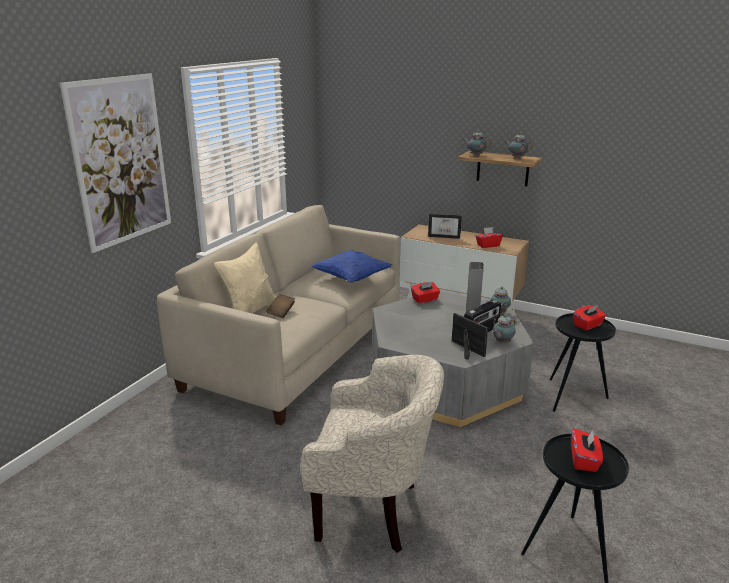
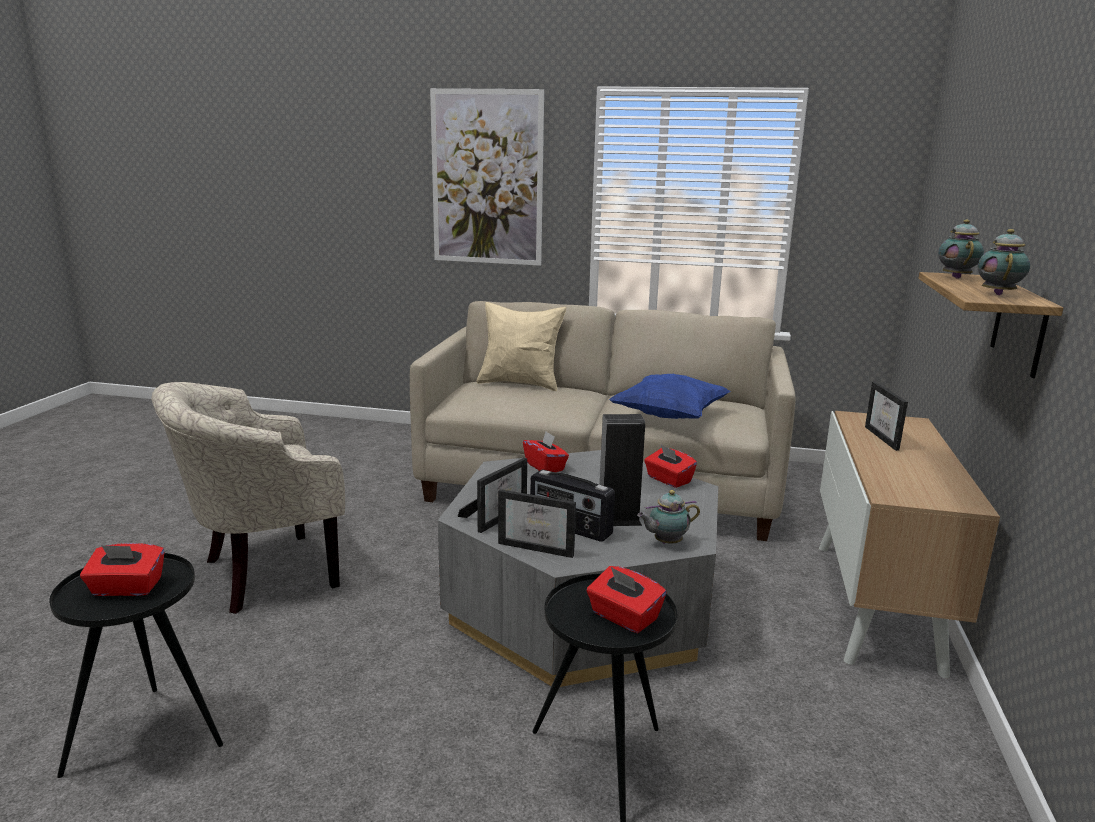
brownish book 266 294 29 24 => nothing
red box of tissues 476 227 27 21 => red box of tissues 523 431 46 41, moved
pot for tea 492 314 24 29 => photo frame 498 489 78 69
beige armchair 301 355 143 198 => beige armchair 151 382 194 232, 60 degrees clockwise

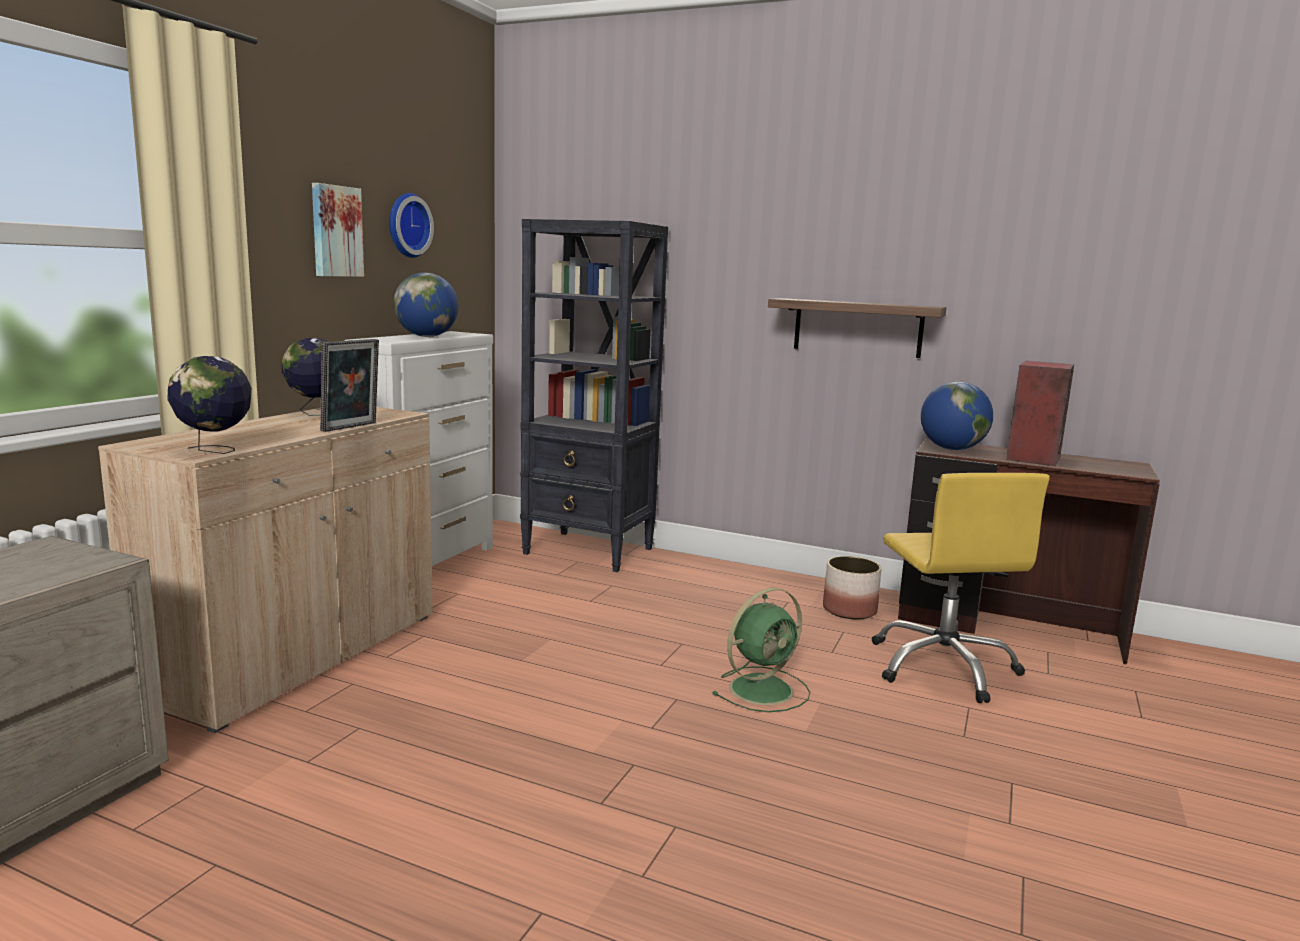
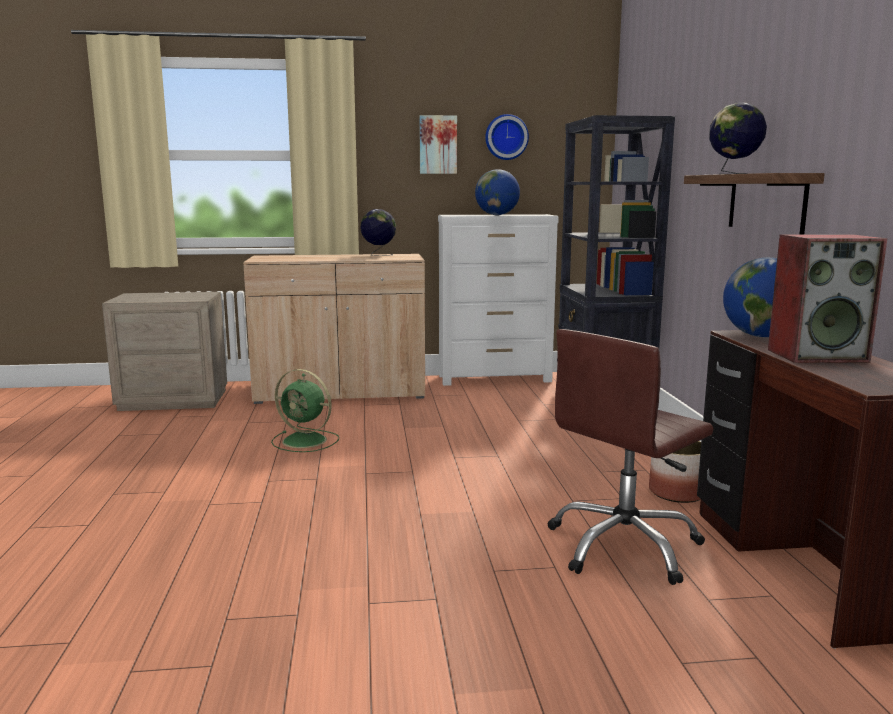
photo frame 320 339 59 93 => nothing
globe 167 356 85 98 => globe 709 102 58 72, moved
greenish fan 712 588 98 124 => greenish fan 271 369 68 83, moved
yellow-coloured office chair 872 473 178 230 => brownish office chair 548 329 166 256

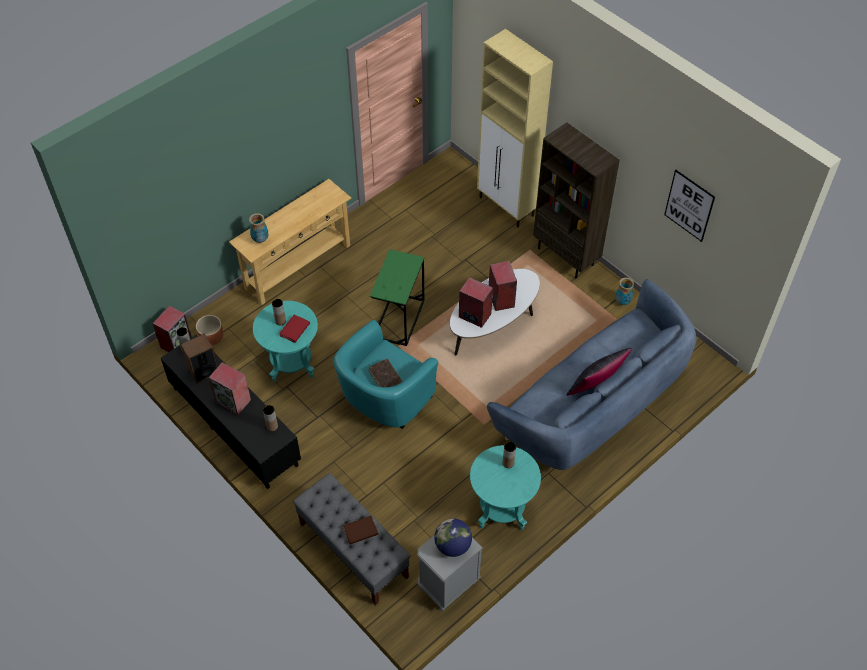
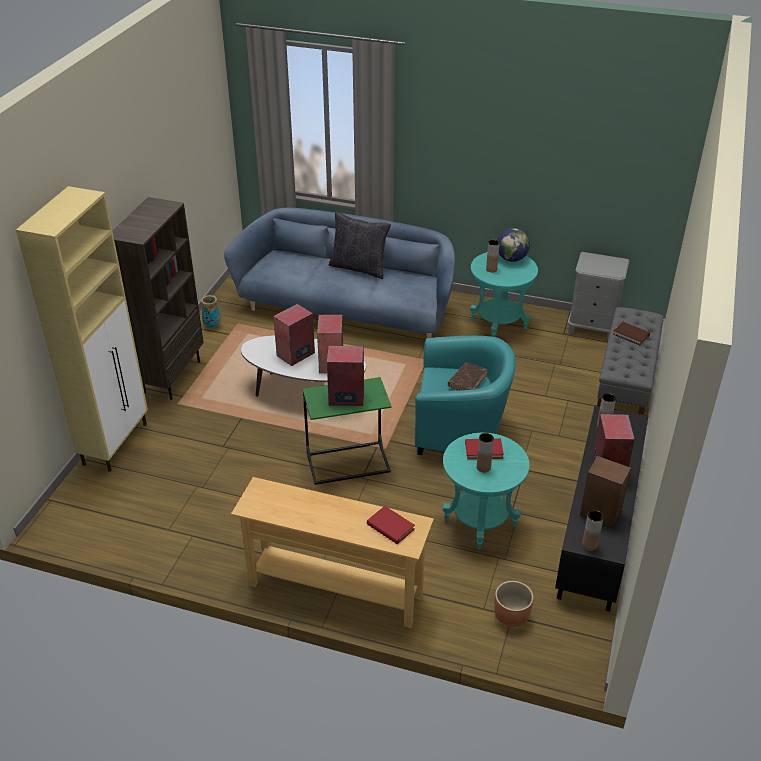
picture 664 170 51 72 => nothing
loudspeaker 153 305 39 47 => loudspeaker 327 346 37 60, moved
globe 434 518 38 39 => globe 497 228 33 34, moved
vase 249 213 20 30 => red book 367 506 48 38

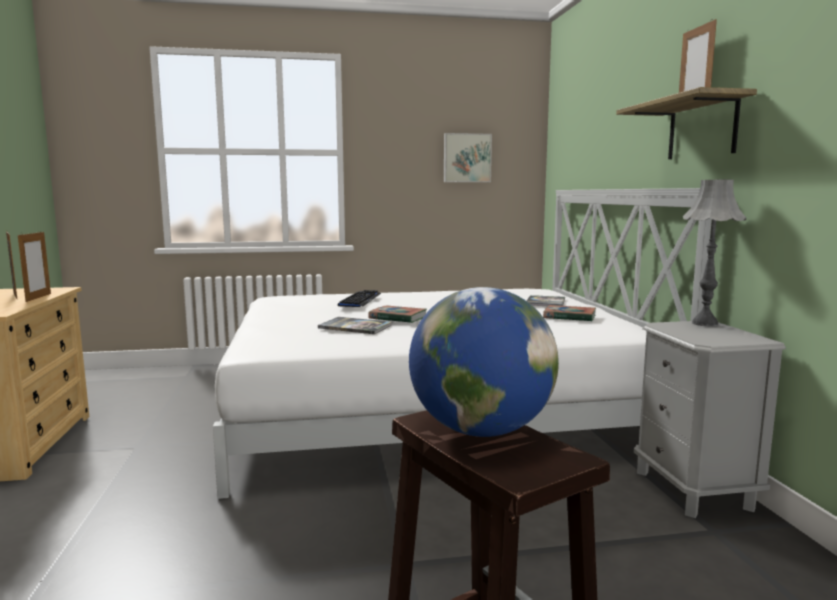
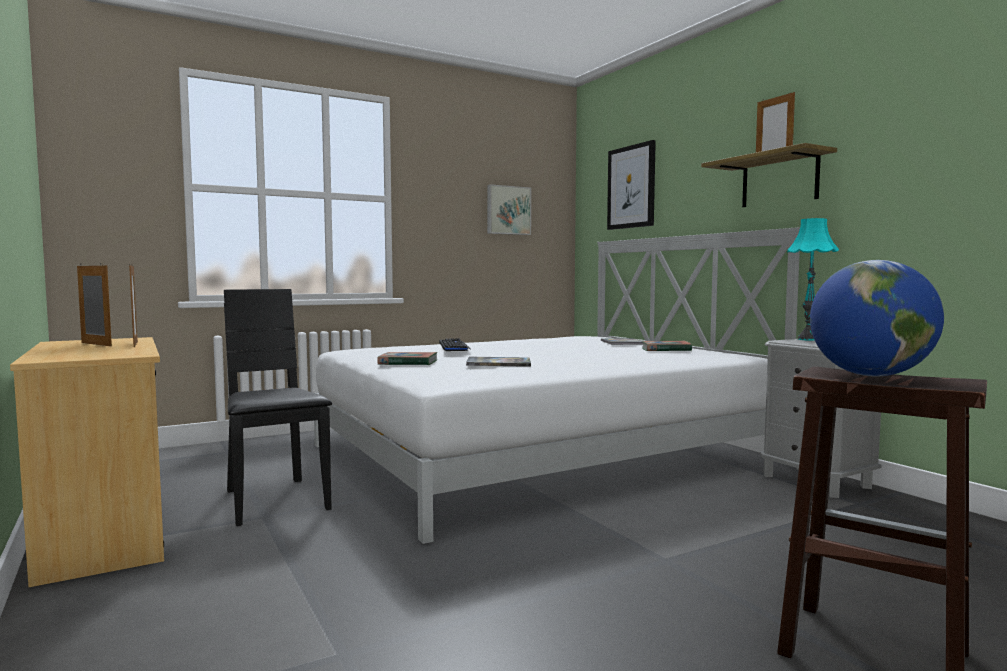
nothing => black-coloured plain chair 224 289 108 237
nothing => picture 607 140 49 90
book 368 305 59 18 => book 377 352 60 13, moved
grey tabletop lamp 683 180 63 147 => blue-green tabletop lamp 787 218 52 123

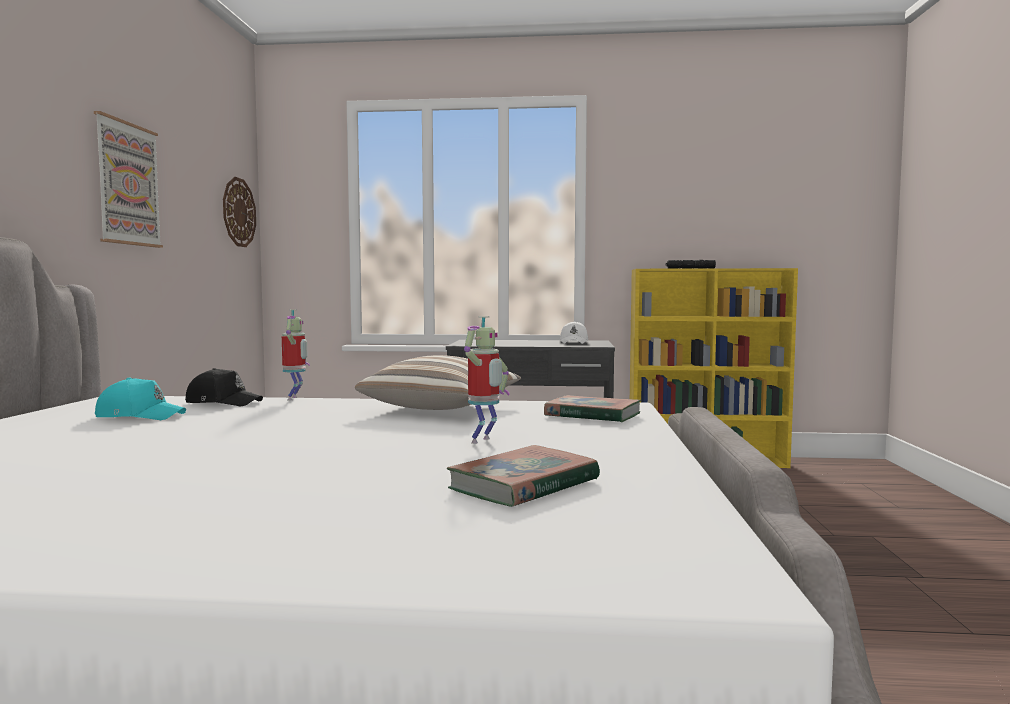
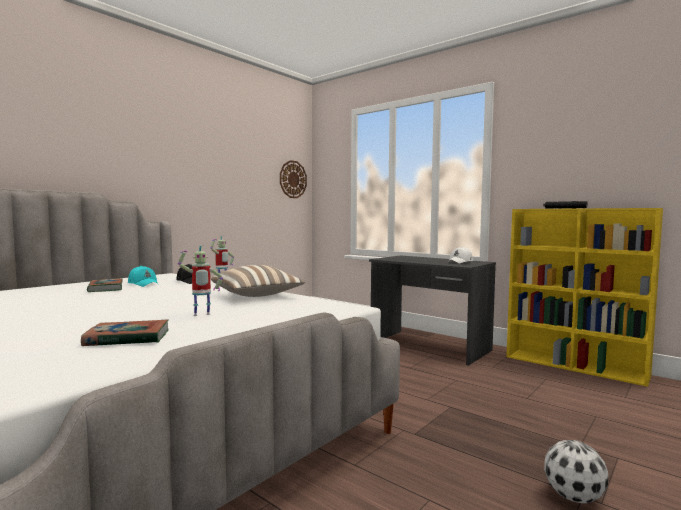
picture 94 111 69 137 => nothing
nothing => ball for football 544 440 64 63
book 544 395 97 28 => book 87 279 36 13, moved

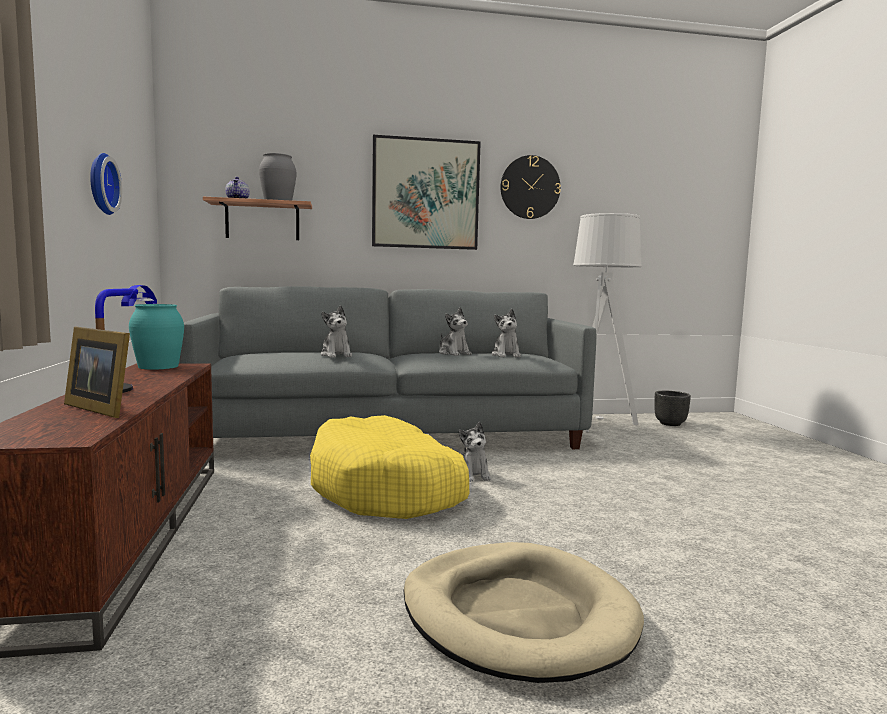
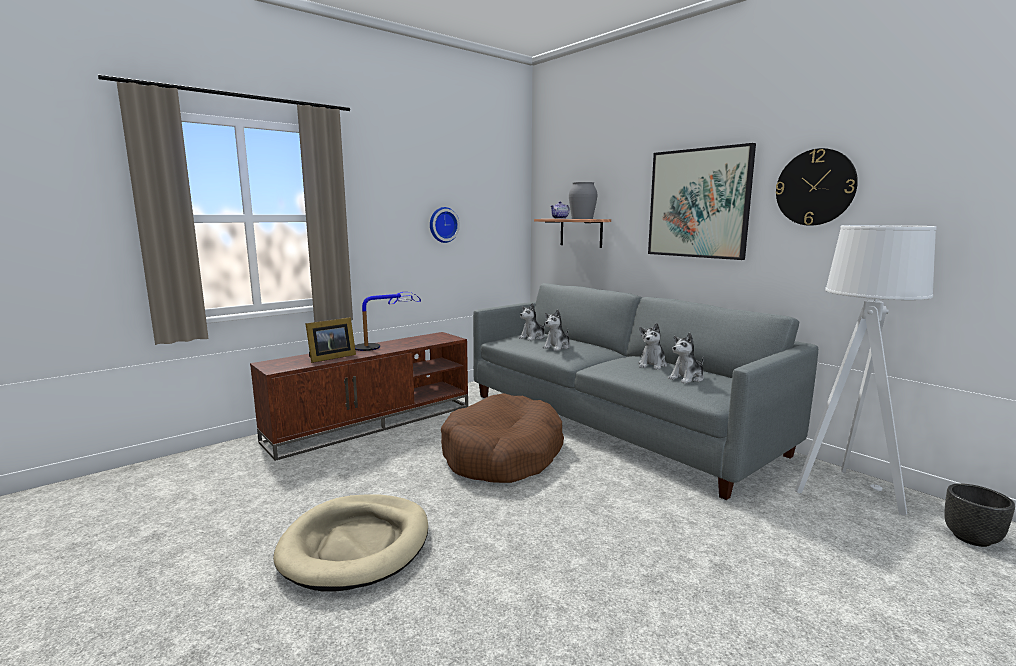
blue-green vase 129 304 55 66 => nothing
soft toy 458 422 33 60 => soft toy 519 303 26 38, moved
yellow-coloured pet bed 310 415 159 104 => brownish pet bed 441 393 123 90
photo frame 64 327 66 91 => photo frame 305 317 51 46, 135 degrees counterclockwise

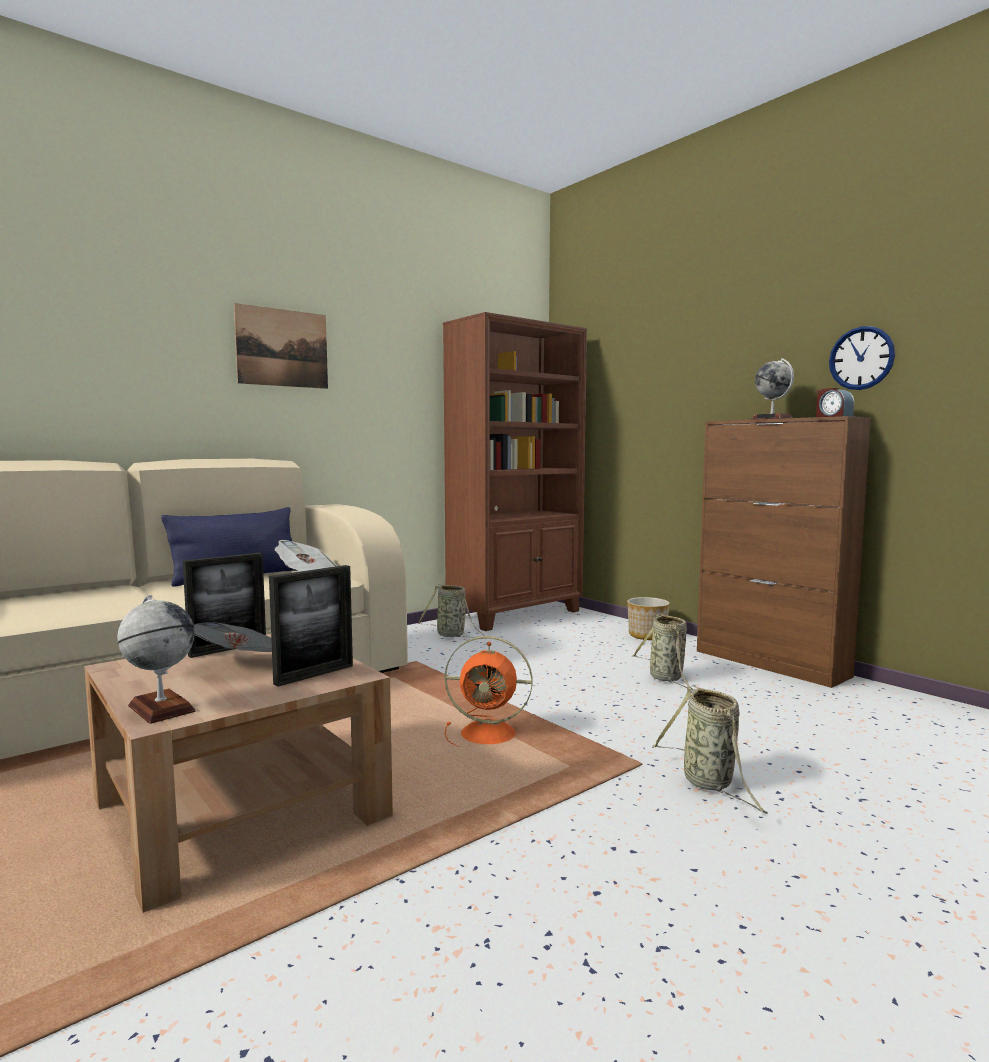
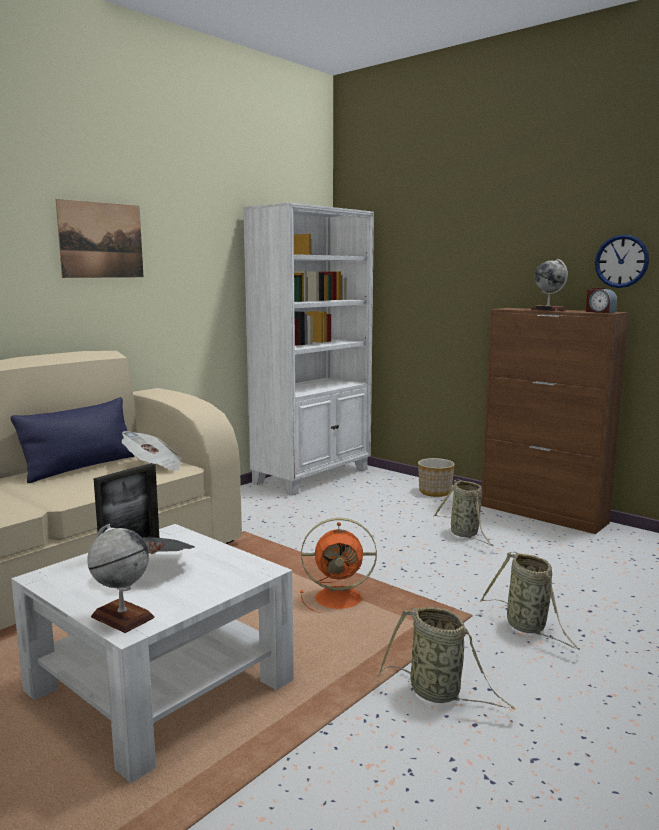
photo frame 269 565 84 122 => nothing
storage basket 418 584 66 54 => storage basket 378 607 137 102, moved
brownish low table 84 634 309 279 => white low table 11 524 283 259
brownish bookshelf 443 312 144 319 => white bookshelf 243 203 131 293

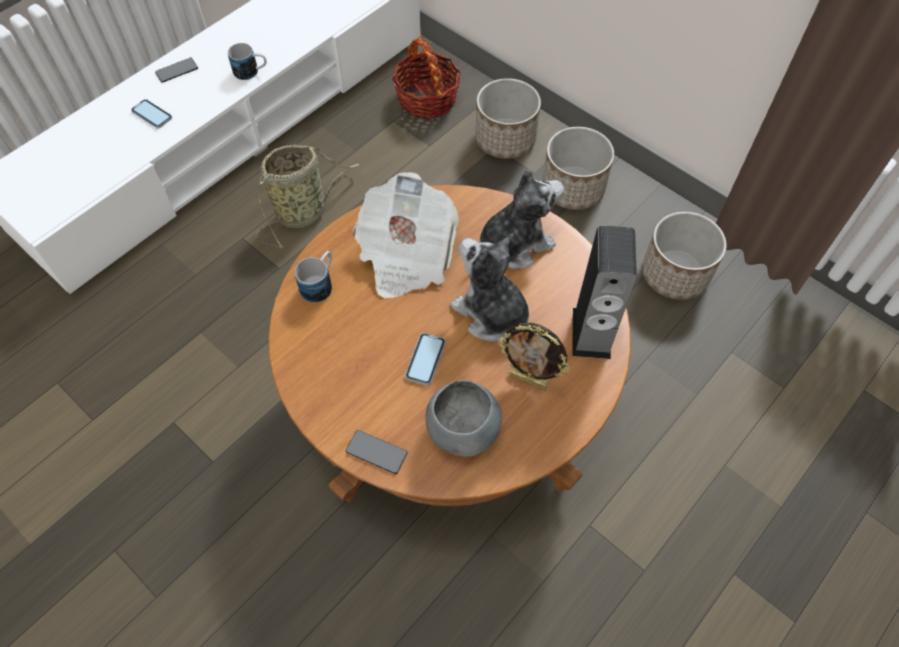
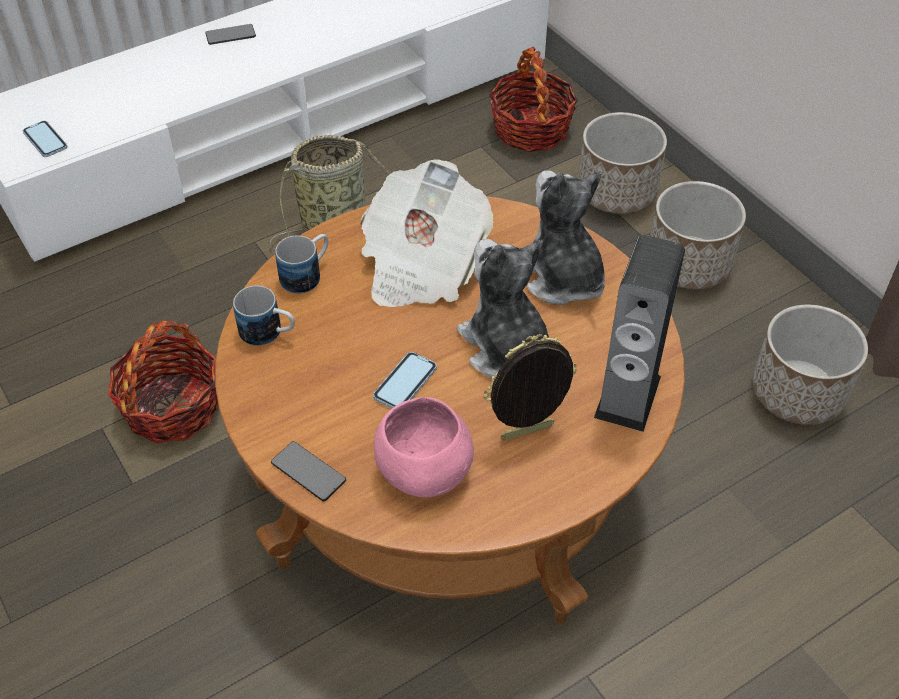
nothing => storage basket 108 320 110 124
phone 131 99 41 30 => phone 23 121 45 36, moved
tea mug 228 43 39 37 => tea mug 233 285 62 61, moved
grey serving bowl 425 380 77 76 => pinkish serving bowl 374 397 100 101
soft toy 479 169 85 100 => soft toy 527 170 78 135, 105 degrees counterclockwise
photo frame 498 323 72 68 => photo frame 484 334 93 107, 120 degrees clockwise

